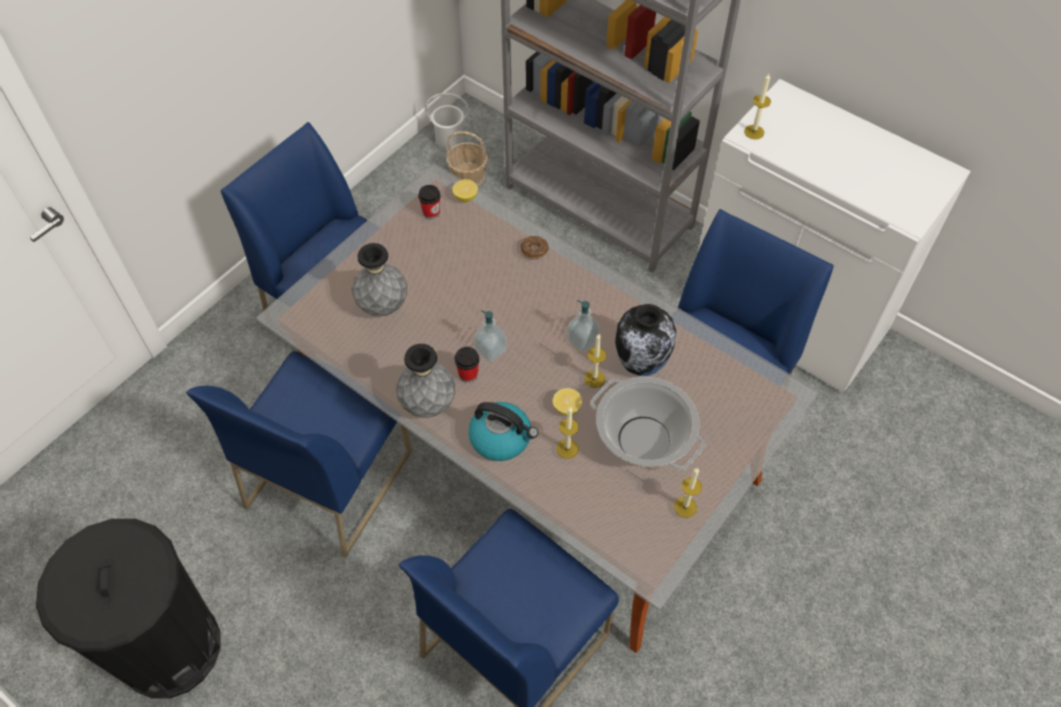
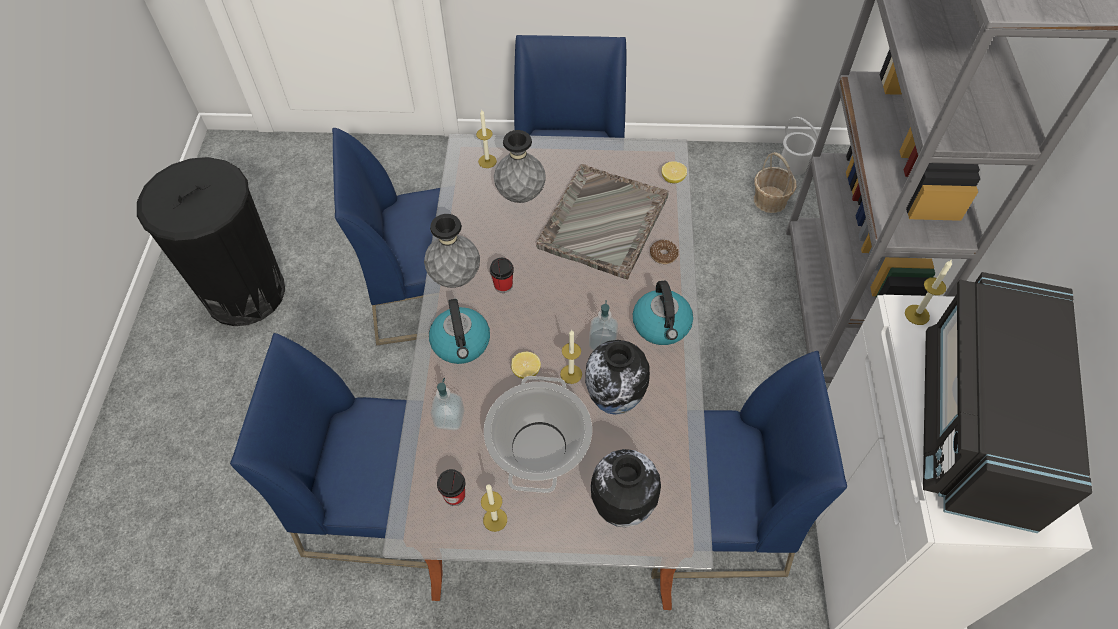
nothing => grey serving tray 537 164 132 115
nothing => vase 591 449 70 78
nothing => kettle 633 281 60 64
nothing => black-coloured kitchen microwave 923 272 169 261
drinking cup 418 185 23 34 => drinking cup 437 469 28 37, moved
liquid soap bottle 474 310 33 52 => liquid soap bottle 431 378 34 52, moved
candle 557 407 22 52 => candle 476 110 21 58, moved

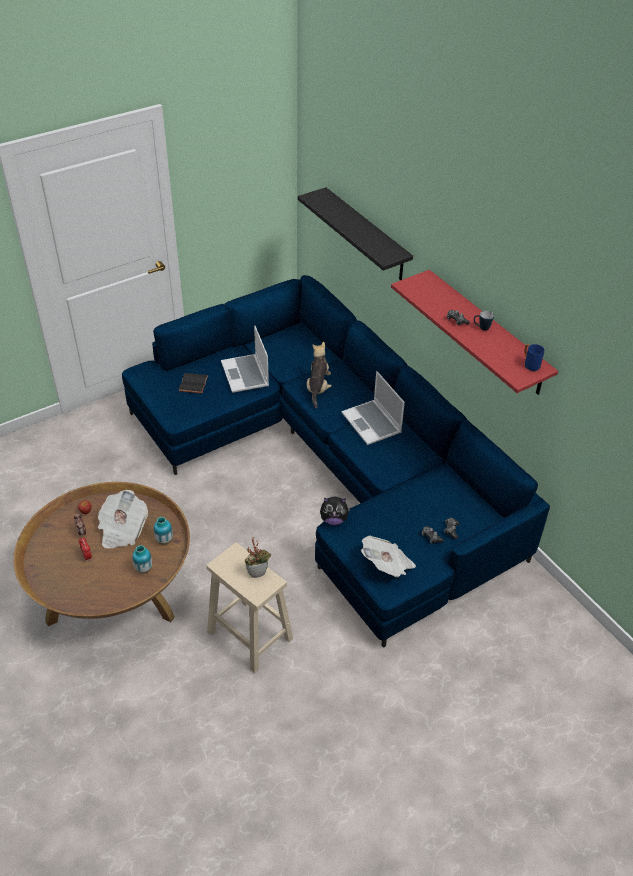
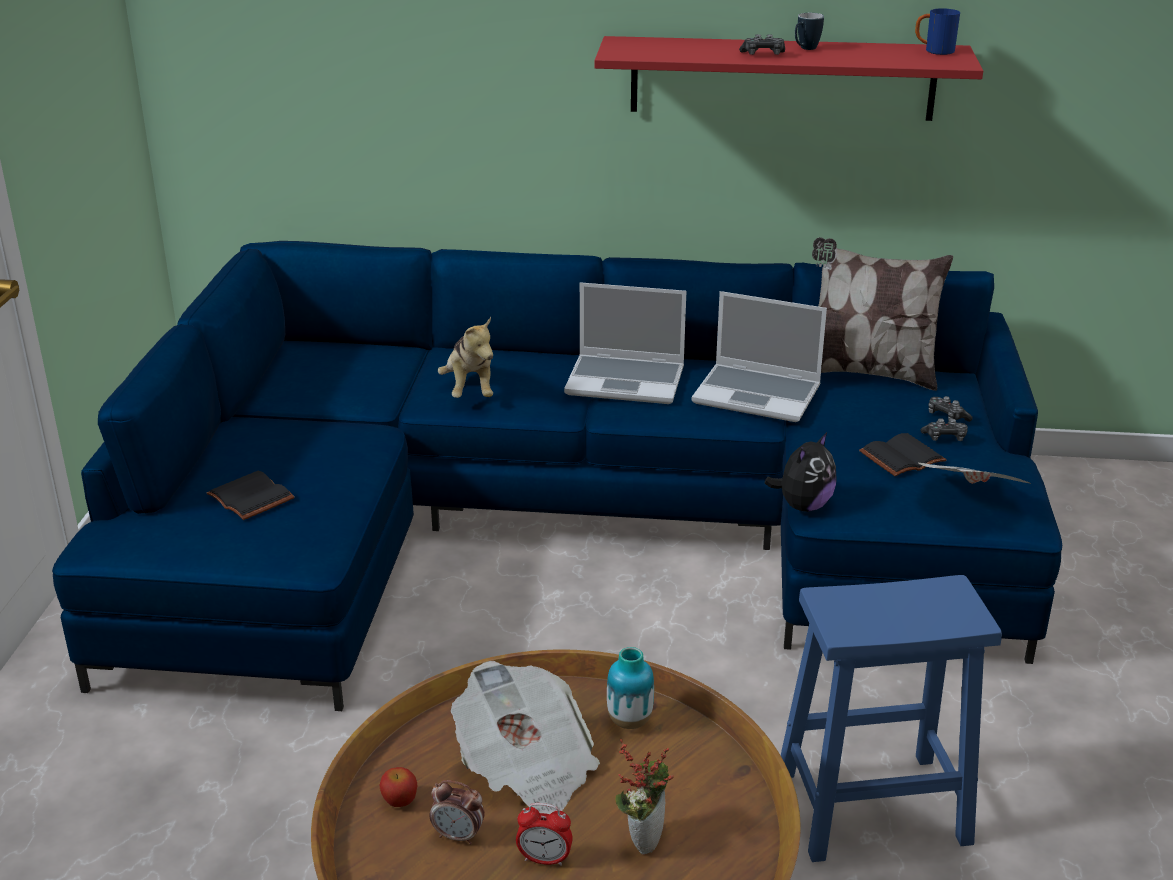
vase 132 545 20 29 => nothing
black-coloured bracket shelf 298 187 115 93 => nothing
nothing => cushion 812 237 141 154
nothing => black-coloured book 859 433 88 43
notebook computer 221 325 48 68 => notebook computer 692 291 135 131, moved
houseplant 245 537 26 41 => houseplant 615 739 59 116, moved
beige sitting stool 206 543 87 130 => bluish sitting stool 781 575 221 287
soft toy 307 342 25 66 => soft toy 438 317 55 81, 150 degrees counterclockwise

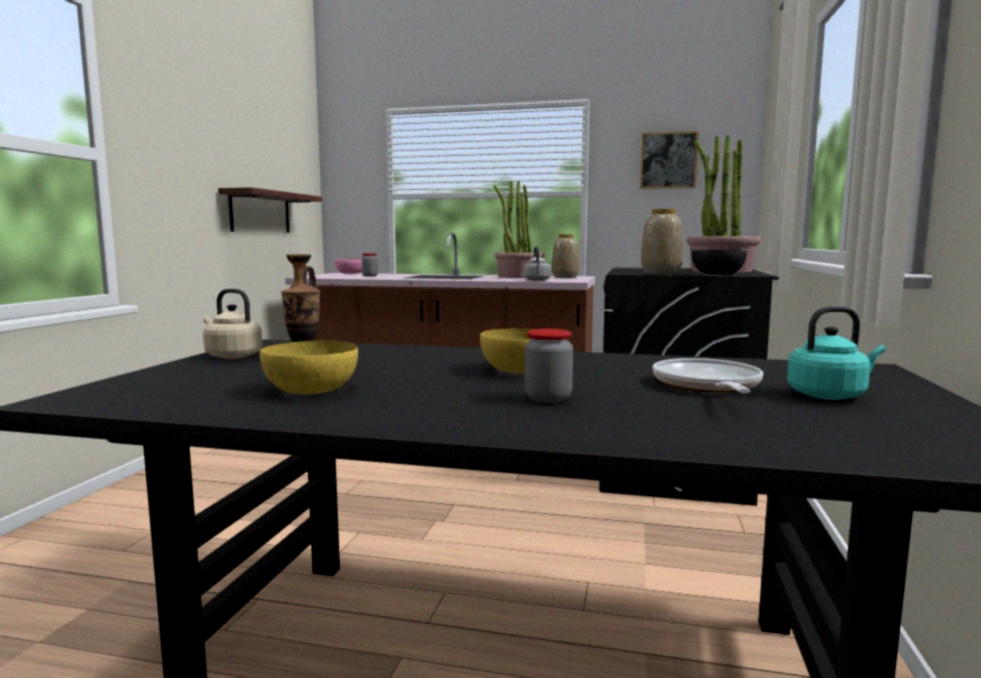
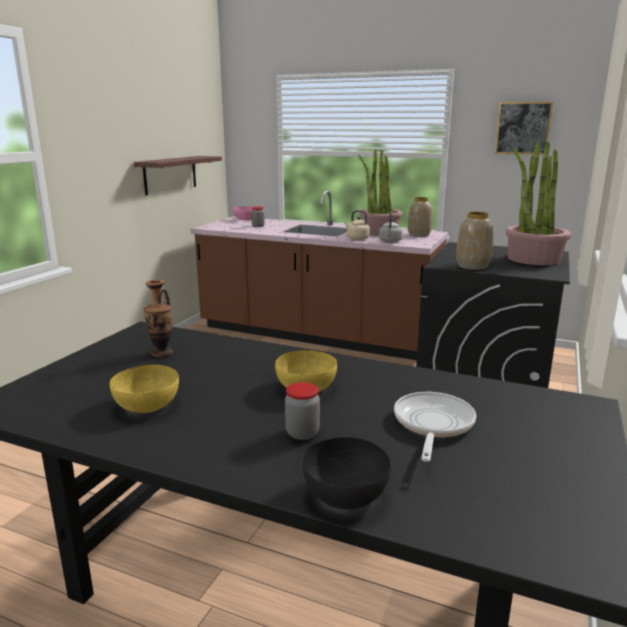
blue-green kettle 787 306 99 94 => nothing
beige kettle 203 289 59 70 => beige kettle 344 210 26 30, moved
black-coloured serving bowl 692 250 55 25 => black-coloured serving bowl 303 437 88 72, moved

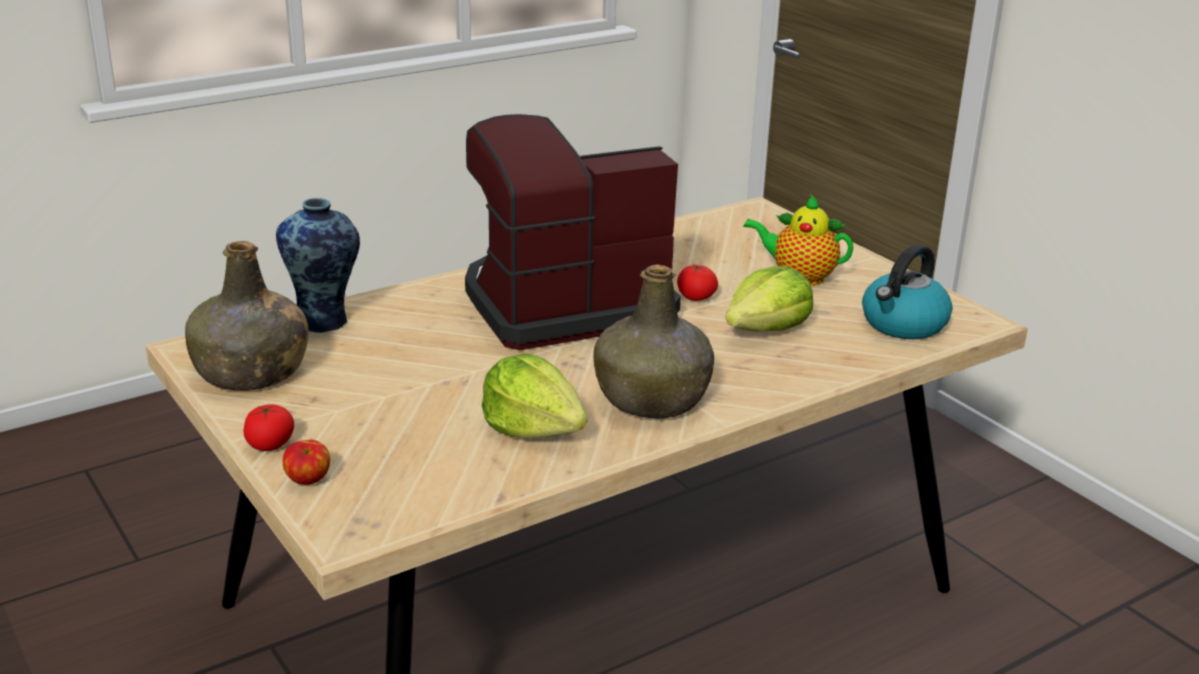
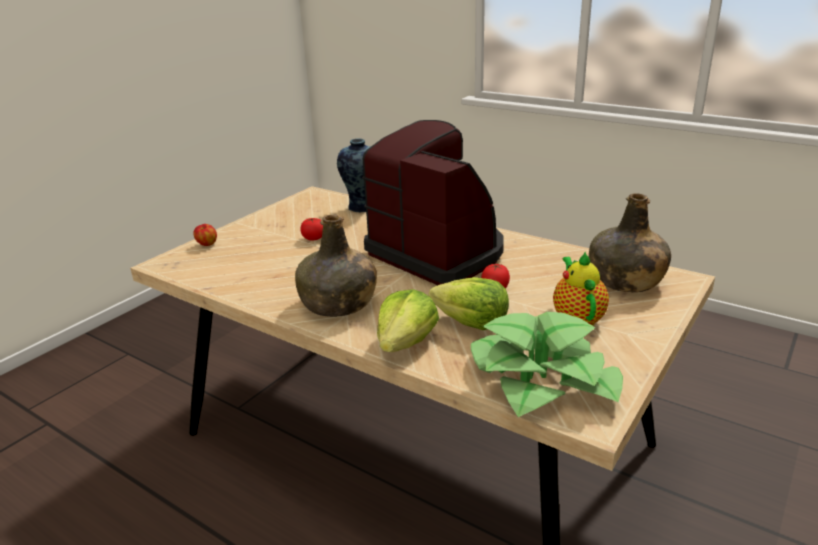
greenish drink bottle 185 241 124 150 => greenish drink bottle 589 193 82 99, moved
whole tomato 244 404 50 47 => whole tomato 301 217 22 23, moved
lettuce head 482 353 105 85 => lettuce head 377 289 62 63, moved
kettle 862 244 90 95 => houseplant 471 312 152 105

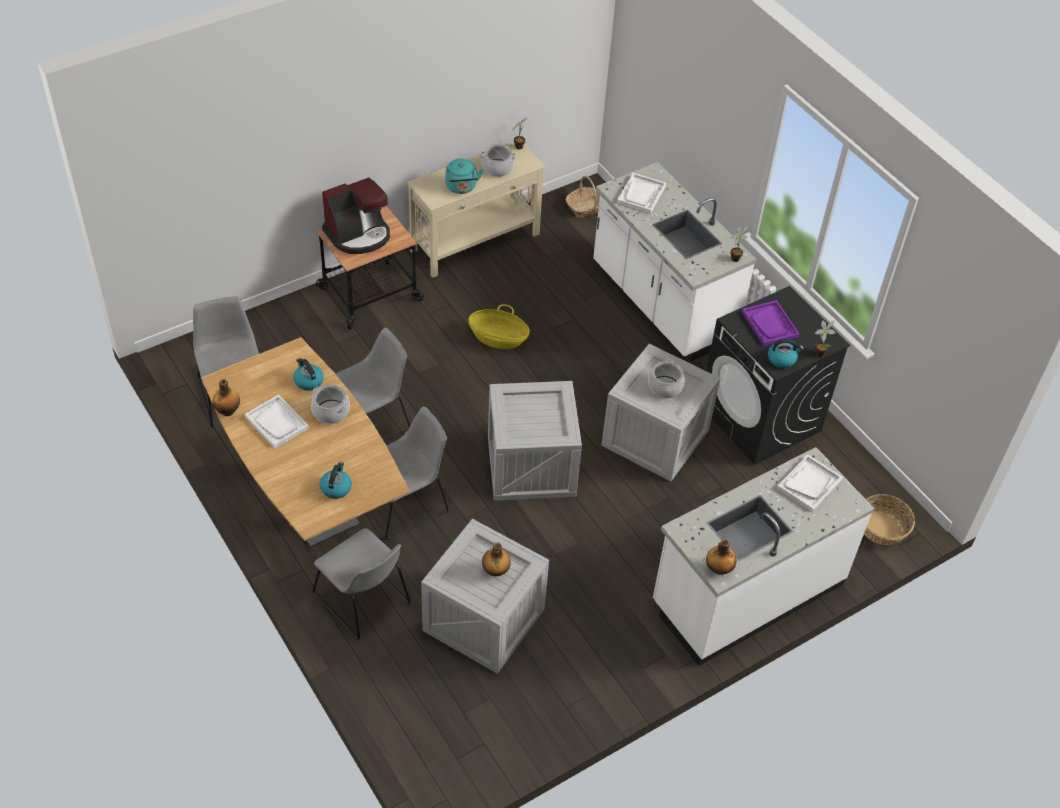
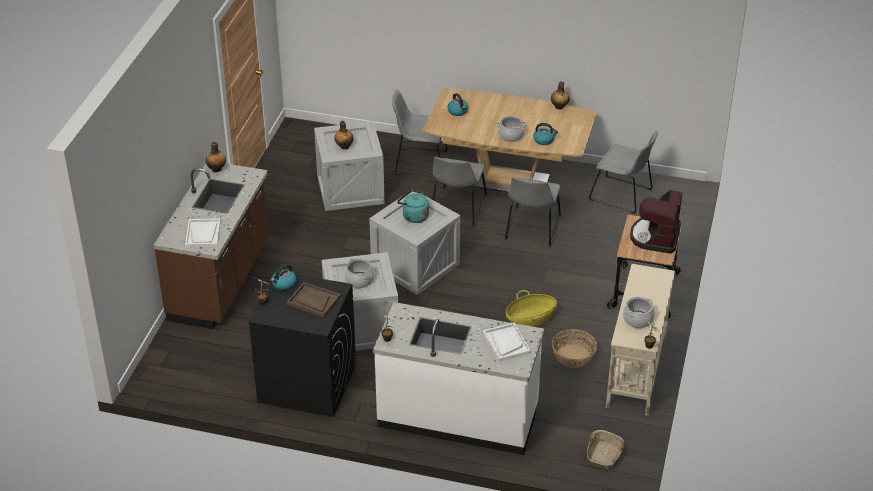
white serving tray 245 395 64 53 => nothing
blue-green kettle 446 158 37 36 => blue-green kettle 397 190 32 33, moved
storage basket 864 494 51 51 => storage basket 552 329 45 39, moved
white kitchen counter 653 447 221 219 => brownish kitchen counter 154 163 115 166
purple-coloured serving tray 742 300 57 46 => brownish serving tray 287 282 54 35

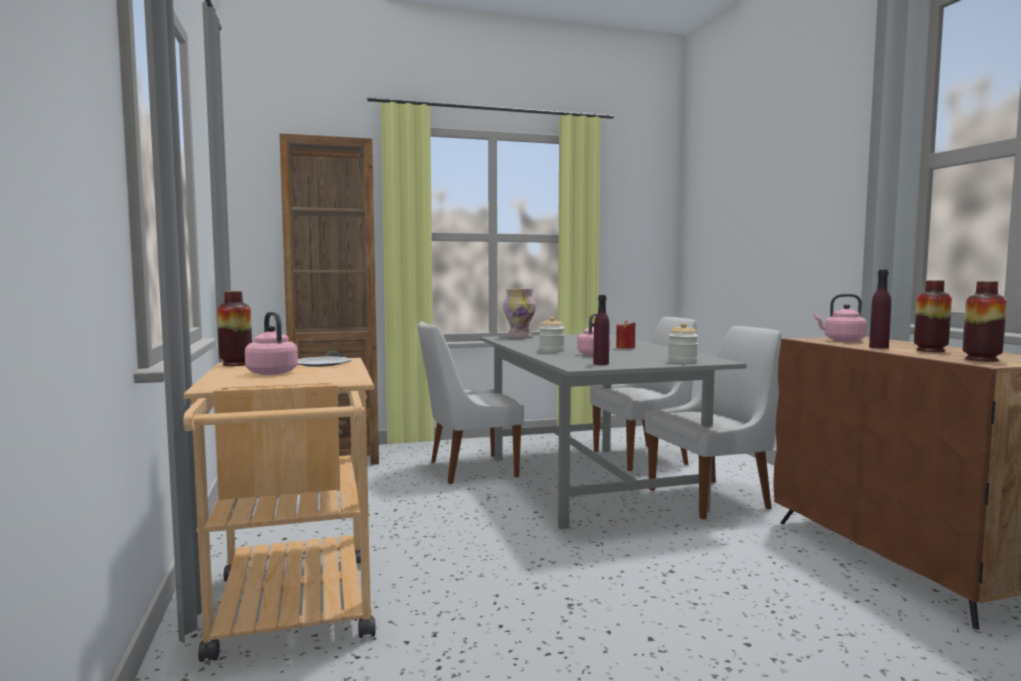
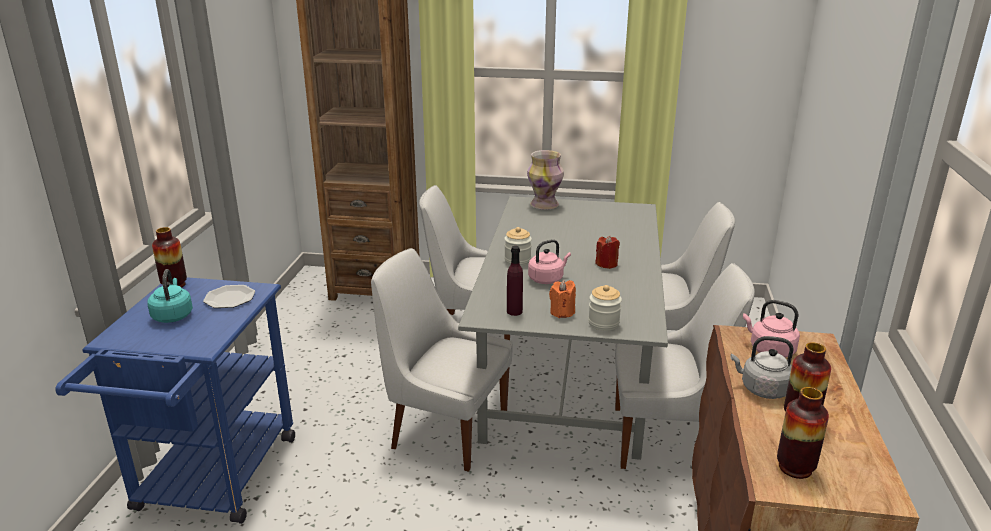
nothing => white plain chair 371 248 142 224
nothing => orange-coloured candle 549 280 27 38
purple-coloured drink bottle 869 270 22 79 => grey kettle 731 336 63 63
beige cart 183 358 193 304 => bluish cart 55 277 240 247
pinkish kettle 245 312 53 63 => blue-green kettle 147 269 46 54

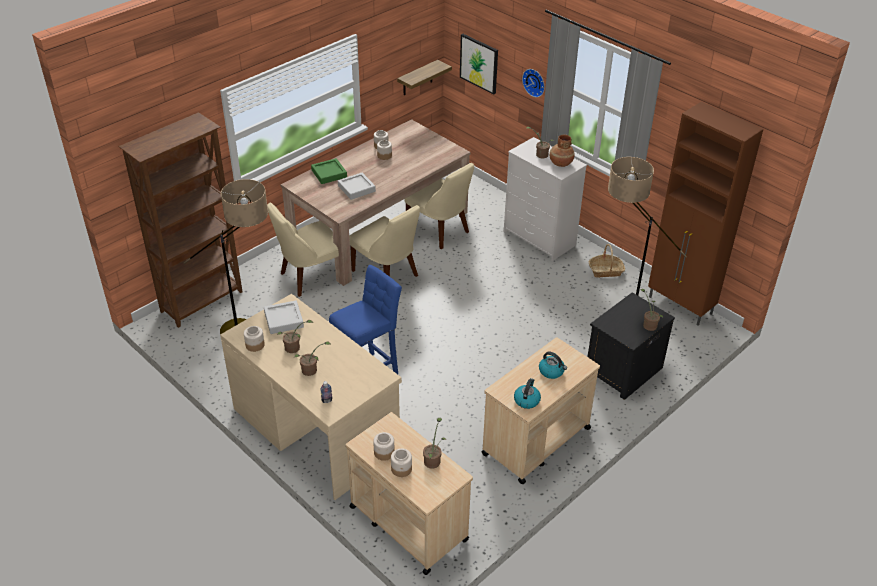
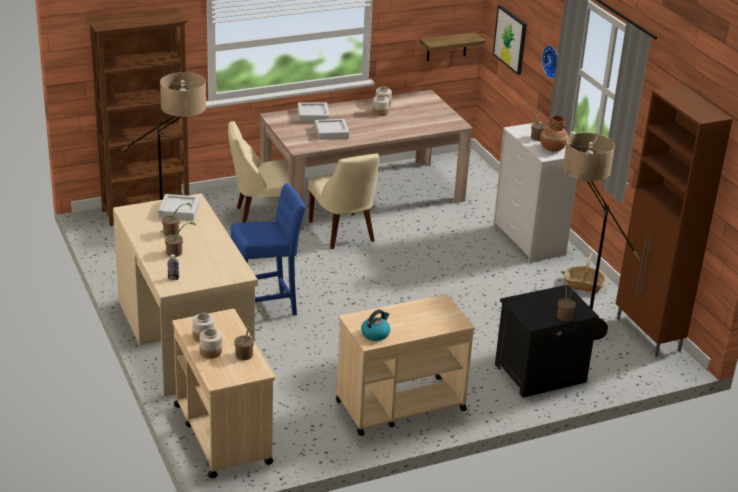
storage jar 244 326 21 26 => nothing
beige plain chair 404 163 70 86 => nothing
kettle 539 352 28 27 => nothing
greenish serving tray 311 158 36 26 => grey serving tray 298 103 31 19

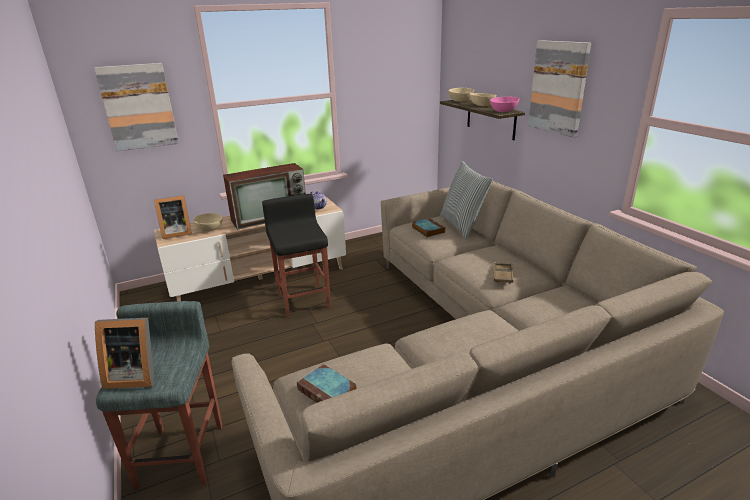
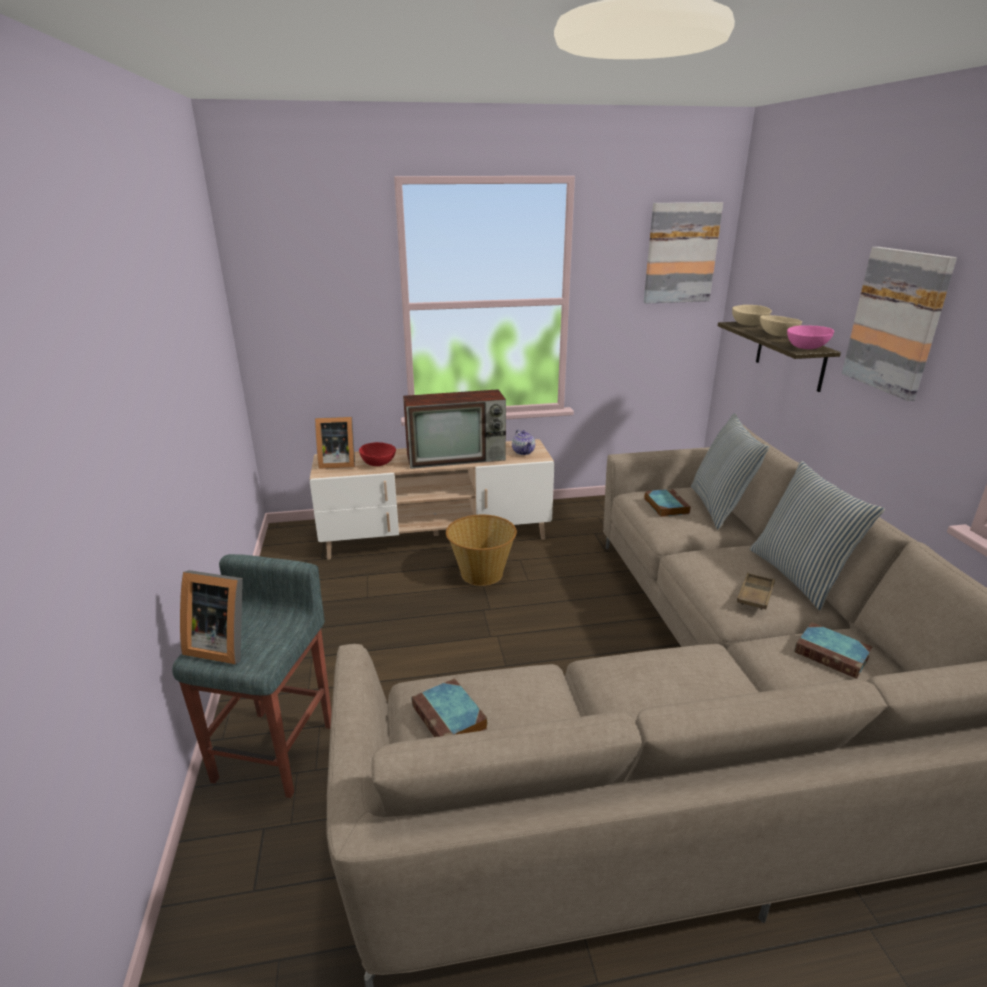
nothing => cushion 750 461 135 149
nothing => book 794 622 79 57
picture 94 63 85 88 => picture 644 202 79 102, moved
black-coloured sitting stool 262 194 69 124 => storage basket 446 515 71 71
beige serving bowl 193 213 30 19 => red serving bowl 359 442 37 24

